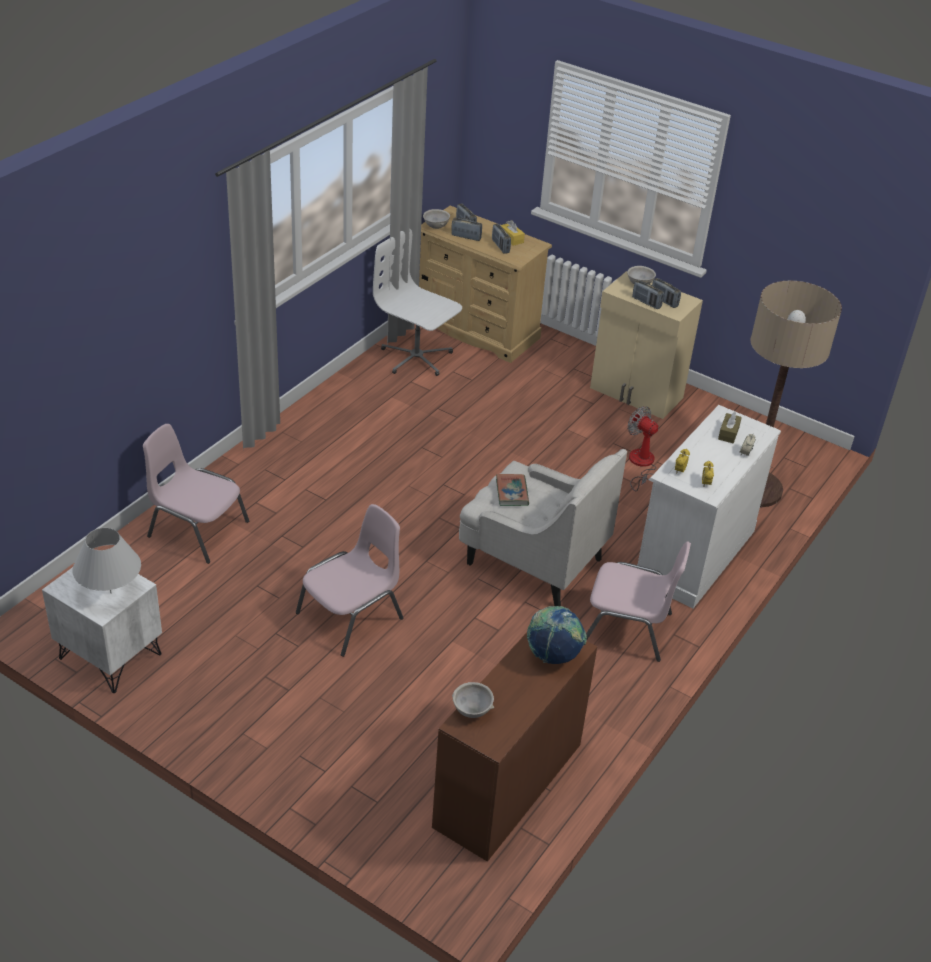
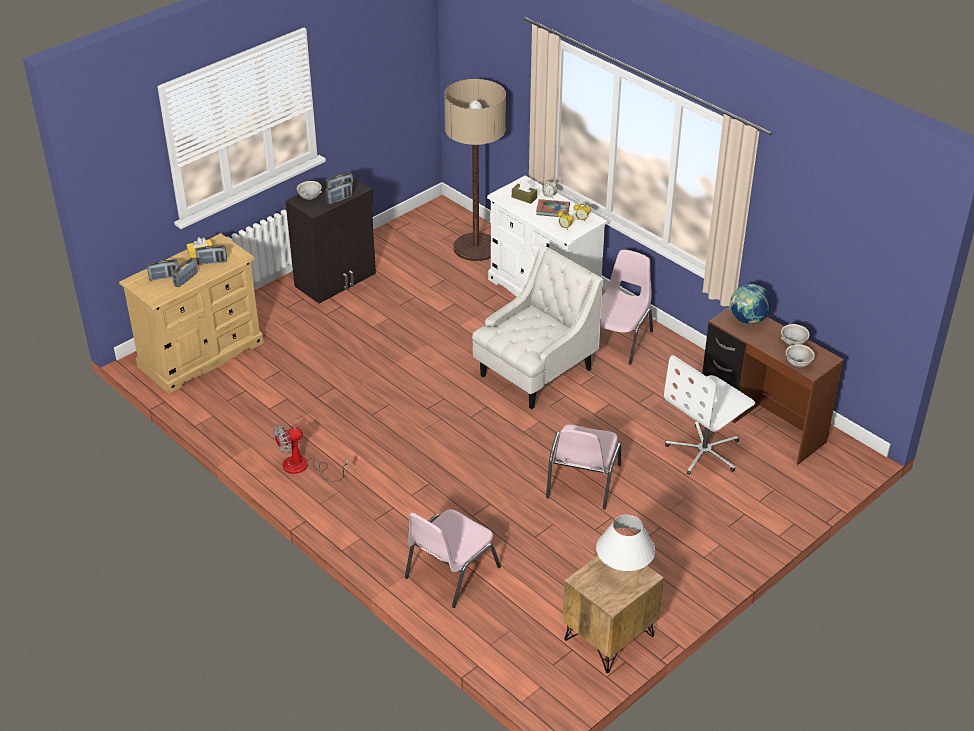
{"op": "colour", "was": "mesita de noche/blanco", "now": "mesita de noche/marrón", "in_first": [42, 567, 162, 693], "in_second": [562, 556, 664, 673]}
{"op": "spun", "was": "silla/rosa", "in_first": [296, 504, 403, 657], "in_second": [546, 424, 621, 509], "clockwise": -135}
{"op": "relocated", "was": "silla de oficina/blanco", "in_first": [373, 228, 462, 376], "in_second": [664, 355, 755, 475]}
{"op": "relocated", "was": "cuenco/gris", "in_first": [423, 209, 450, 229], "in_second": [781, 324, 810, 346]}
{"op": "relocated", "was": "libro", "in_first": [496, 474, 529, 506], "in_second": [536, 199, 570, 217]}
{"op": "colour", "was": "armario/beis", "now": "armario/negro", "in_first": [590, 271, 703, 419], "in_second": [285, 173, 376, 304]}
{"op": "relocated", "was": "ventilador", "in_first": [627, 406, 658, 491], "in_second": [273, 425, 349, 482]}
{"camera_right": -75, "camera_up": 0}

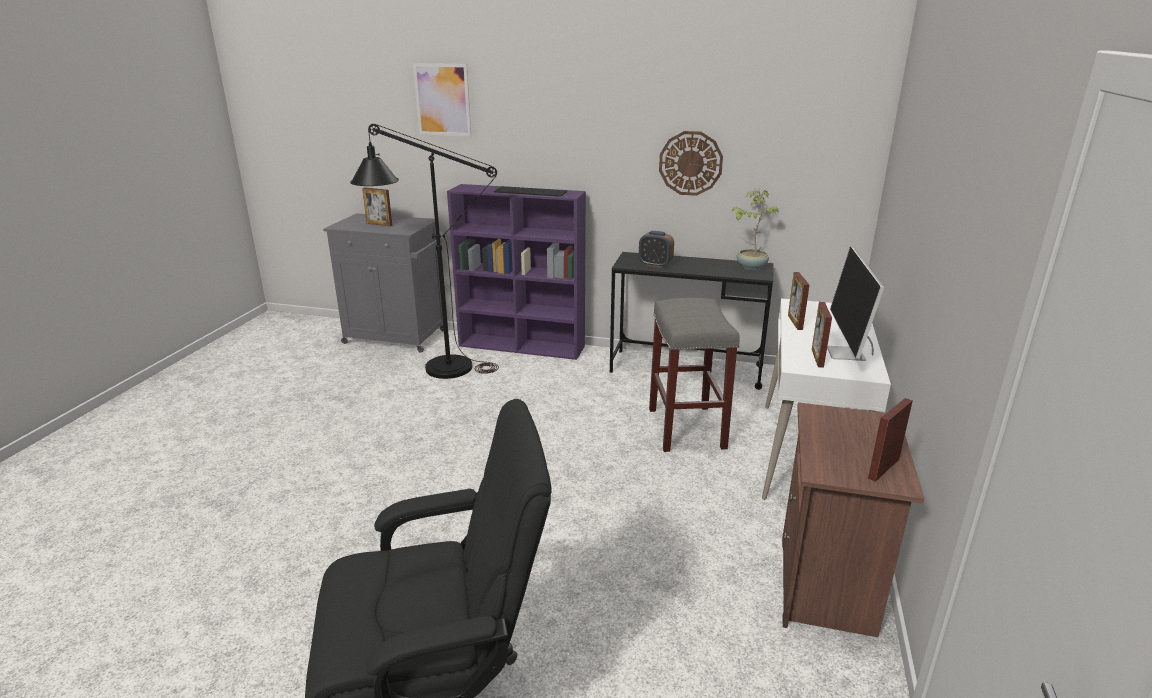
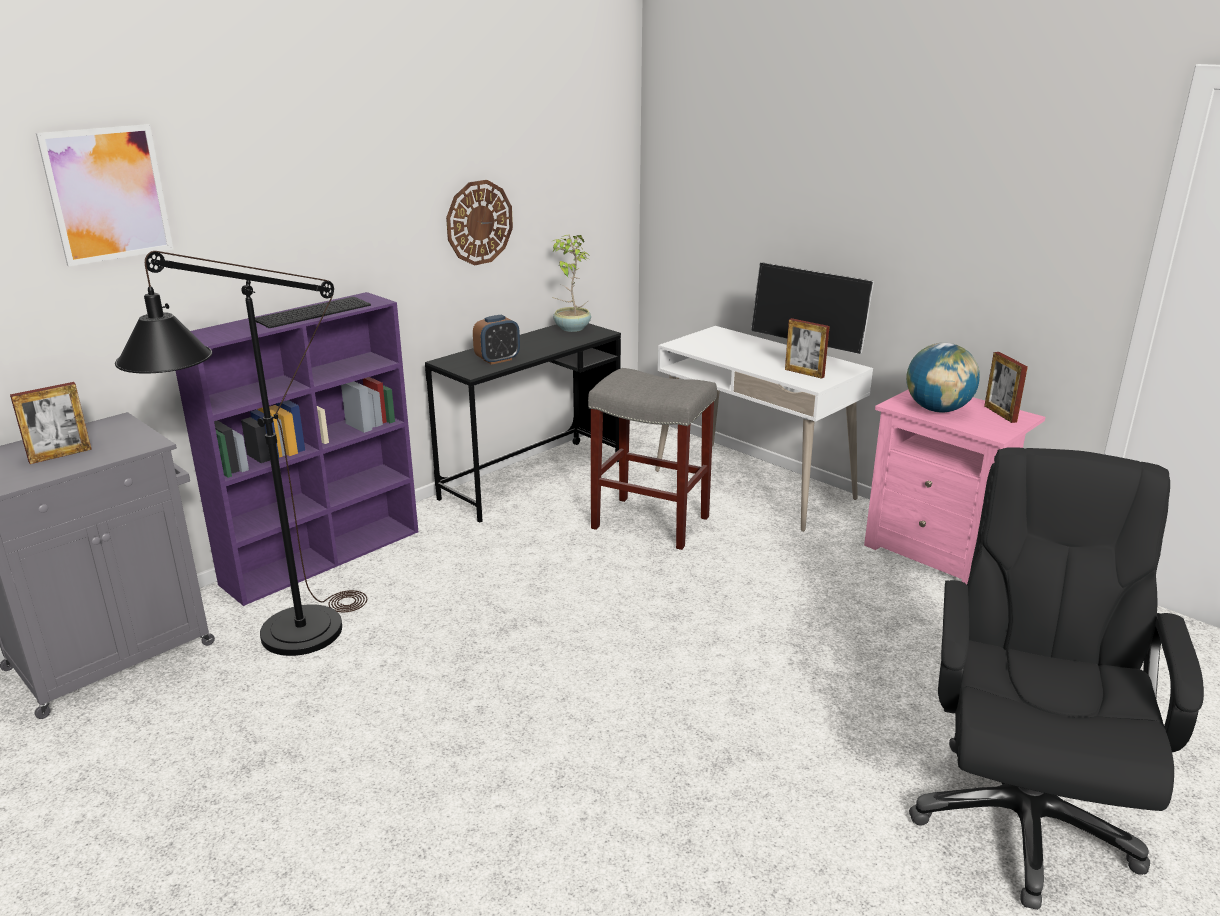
{"op": "colour", "was": "mesita de noche/marrón", "now": "mesita de noche/rosa", "in_first": [782, 402, 924, 637], "in_second": [864, 390, 1045, 584]}
{"op": "missing", "was": "portarretratos", "in_first": [788, 272, 810, 330]}
{"op": "appeared", "now": "globo terráqueo", "in_second": [906, 343, 980, 413]}
{"camera_right": -60, "camera_up": 0}

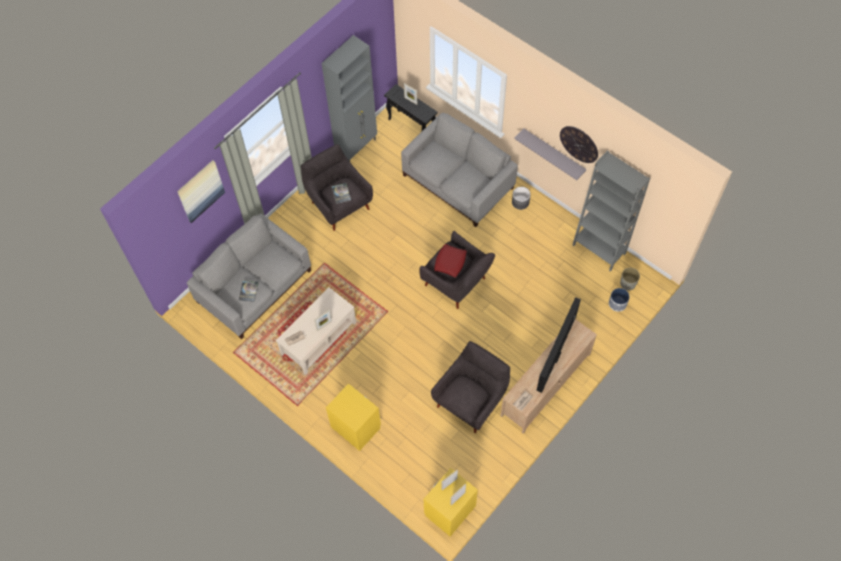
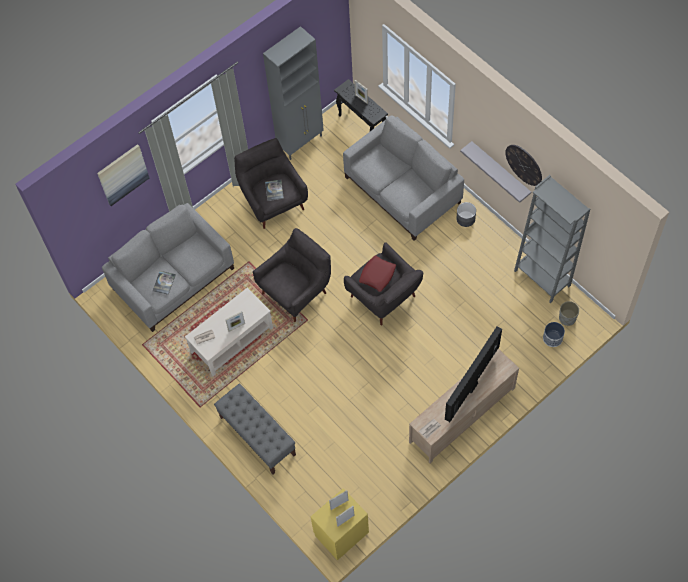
{"op": "exchanged", "was": "mesita de noche/amarillo", "now": "banco/gris", "in_first": [326, 383, 381, 451], "in_second": [214, 383, 296, 474]}
{"op": "relocated", "was": "sillón/gris", "in_first": [431, 341, 510, 433], "in_second": [253, 228, 331, 322]}
{"camera_right": 10, "camera_up": 0}

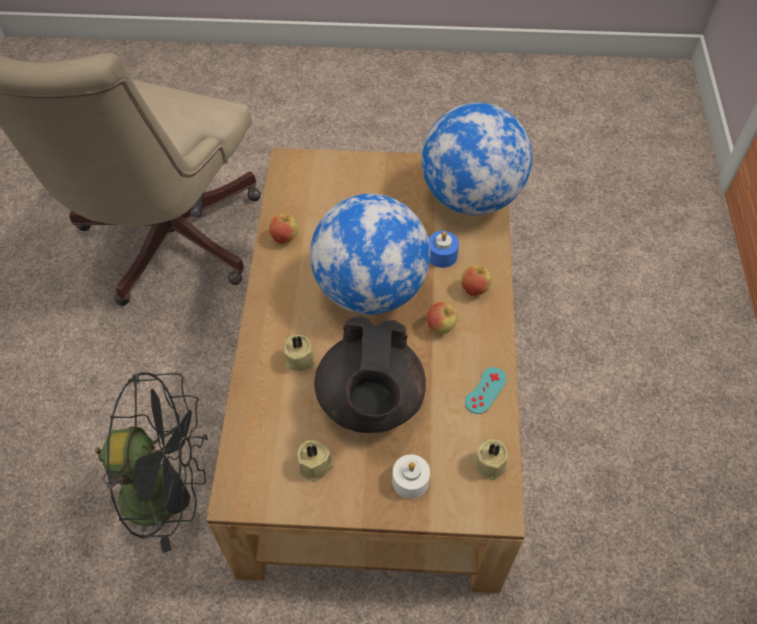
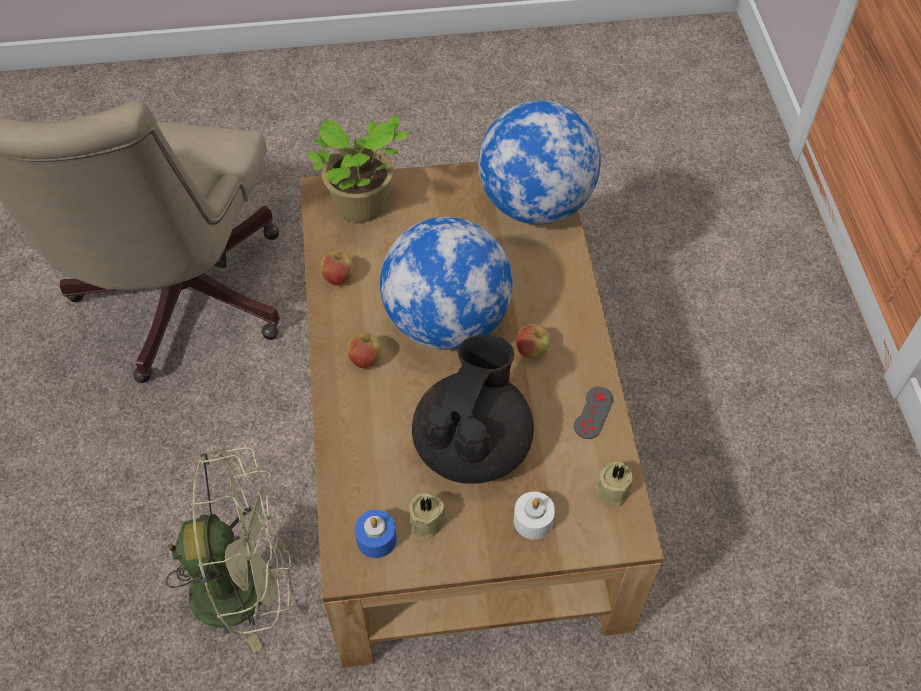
{"op": "colour", "was": "ventilador/negro", "now": "ventilador/verde", "in_first": [95, 372, 208, 553], "in_second": [166, 447, 291, 653]}
{"op": "missing", "was": "vela/beis", "in_first": [284, 335, 314, 371]}
{"op": "spun", "was": "tetera/negro", "in_first": [314, 316, 426, 433], "in_second": [412, 335, 534, 484], "clockwise": -150}
{"op": "relocated", "was": "vela/azul", "in_first": [429, 231, 459, 268], "in_second": [355, 510, 397, 558]}
{"op": "relocated", "was": "manzana", "in_first": [461, 265, 492, 296], "in_second": [347, 331, 382, 369]}
{"op": "colour", "was": "mando de consola/turquesa", "now": "mando de consola/gris", "in_first": [465, 367, 507, 414], "in_second": [574, 387, 614, 439]}
{"op": "appeared", "now": "planta en maceta", "in_second": [307, 115, 410, 222]}
{"camera_right": -10, "camera_up": 0}

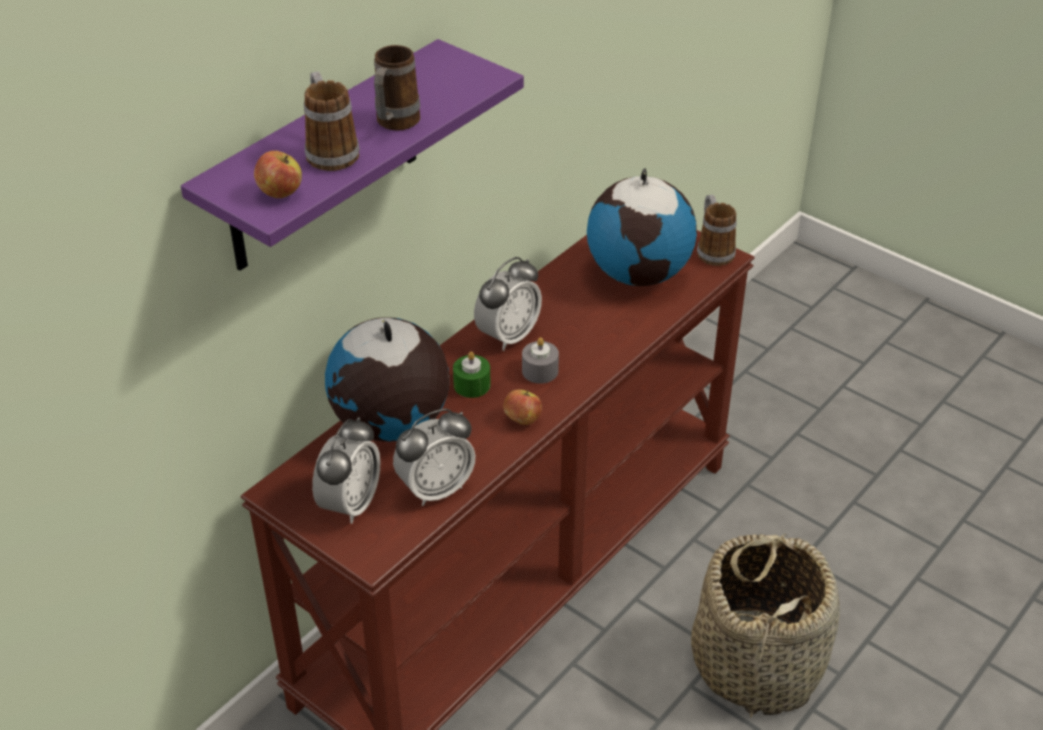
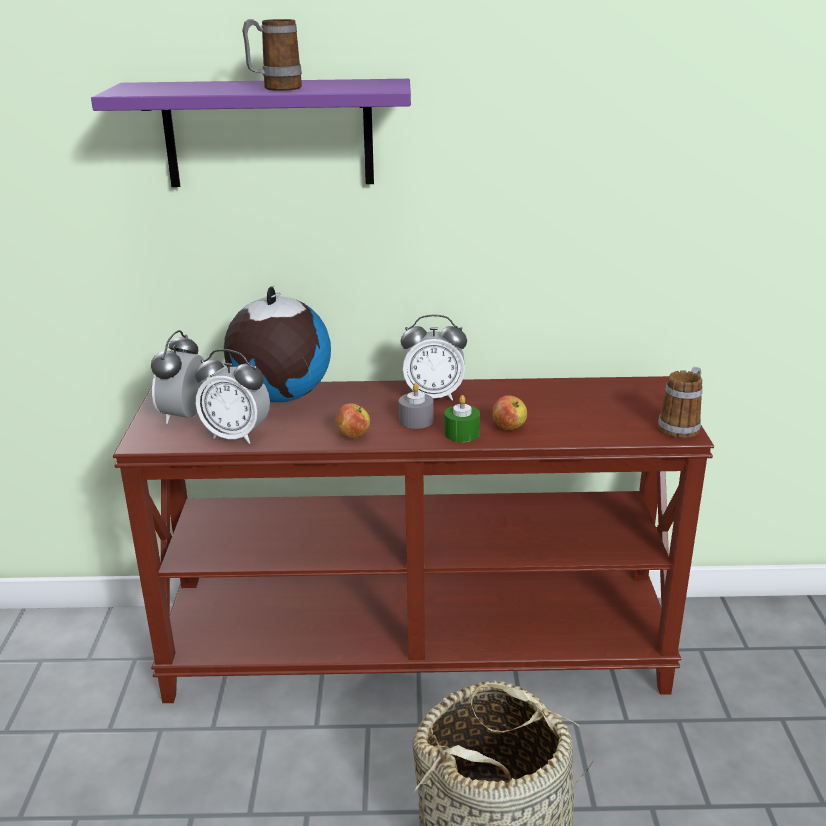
{"op": "relocated", "was": "manzana", "in_first": [254, 151, 302, 198], "in_second": [493, 395, 527, 430]}
{"op": "missing", "was": "taza grande", "in_first": [304, 71, 360, 171]}
{"op": "spun", "was": "despertador", "in_first": [312, 417, 380, 524], "in_second": [151, 330, 207, 424], "clockwise": 120}
{"op": "relocated", "was": "vela/verde", "in_first": [453, 352, 490, 398], "in_second": [444, 395, 480, 442]}
{"op": "missing", "was": "globo terráqueo", "in_first": [587, 168, 697, 286]}
{"camera_right": 50, "camera_up": -15}

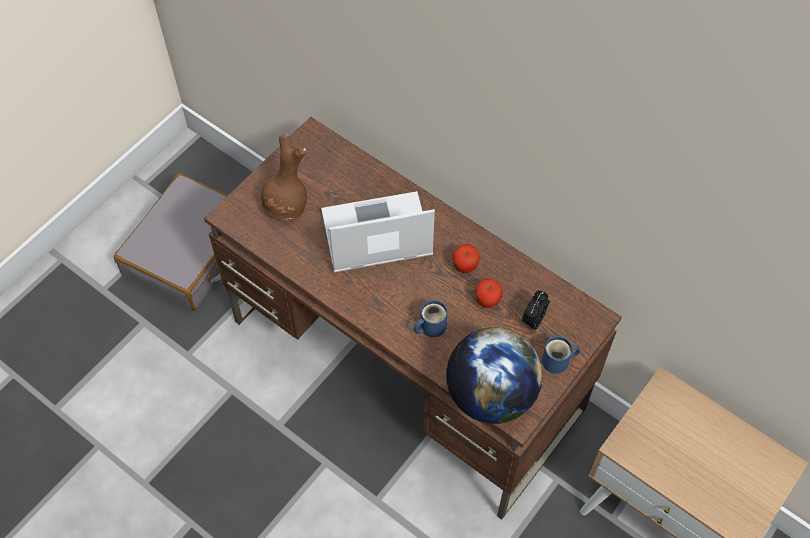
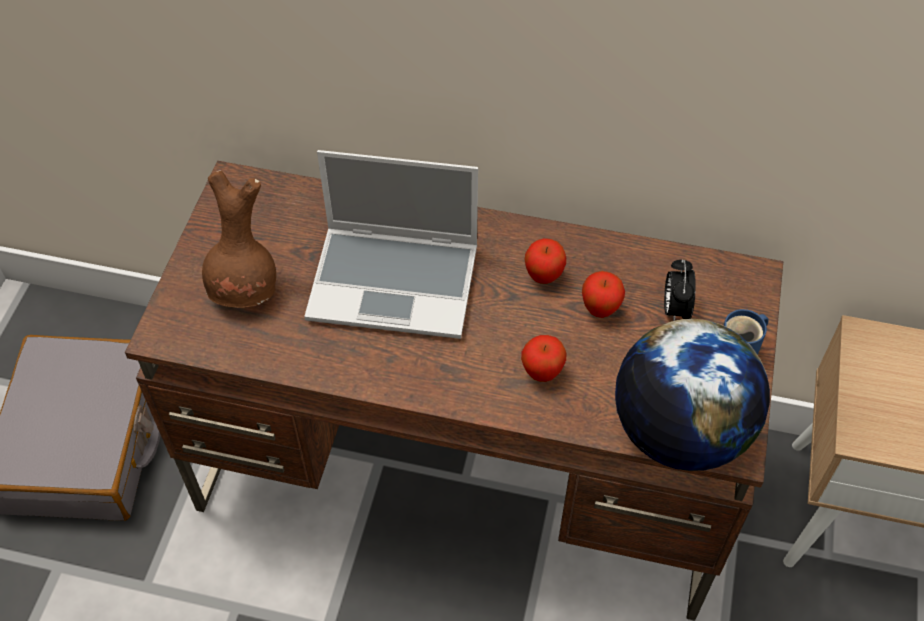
{"op": "spun", "was": "portátil", "in_first": [321, 191, 435, 272], "in_second": [304, 150, 478, 339], "clockwise": -135}
{"op": "exchanged", "was": "taza grande/azul", "now": "manzana", "in_first": [414, 300, 448, 337], "in_second": [521, 335, 567, 382]}
{"camera_right": -25, "camera_up": -5}

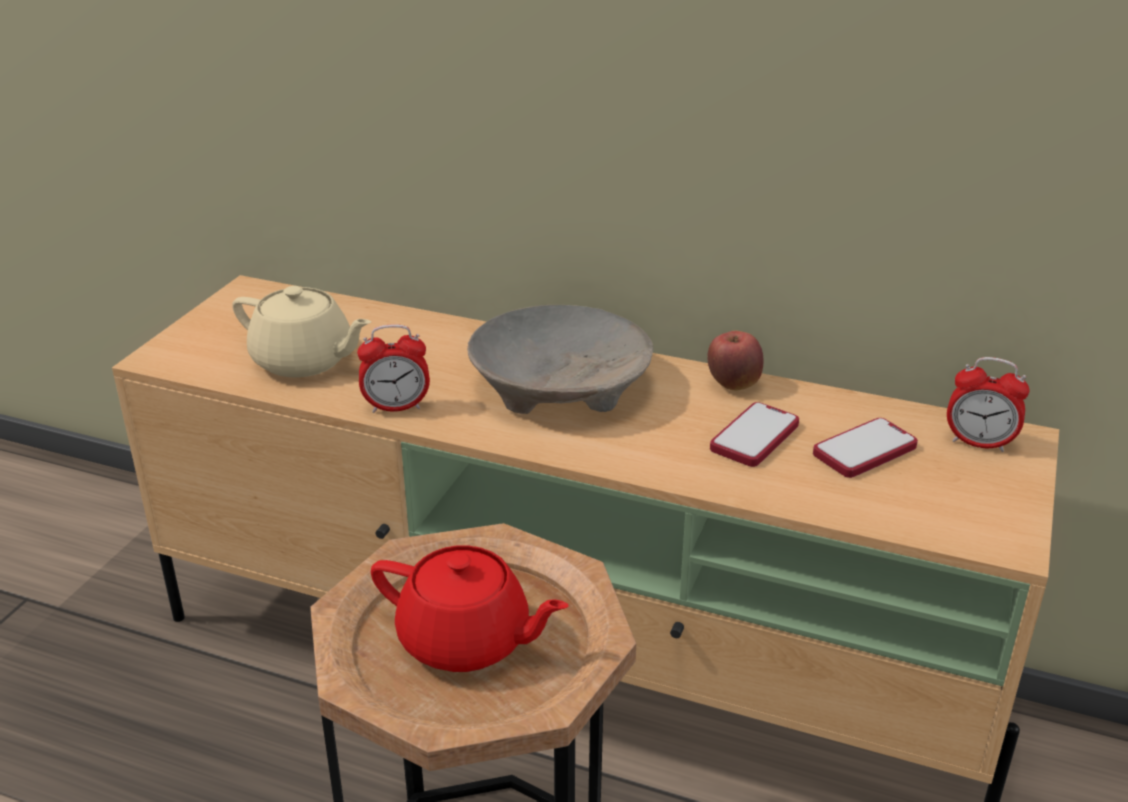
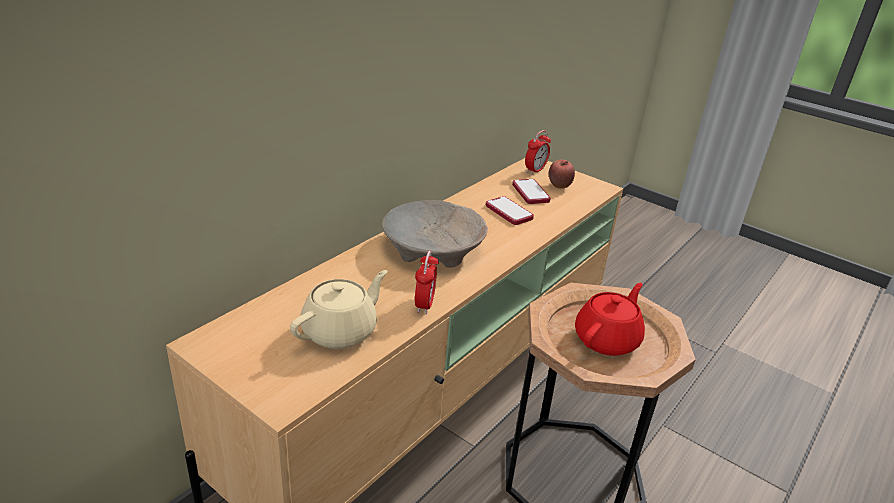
{"op": "relocated", "was": "manzana", "in_first": [707, 331, 763, 390], "in_second": [549, 159, 575, 189]}
{"camera_right": -75, "camera_up": 0}

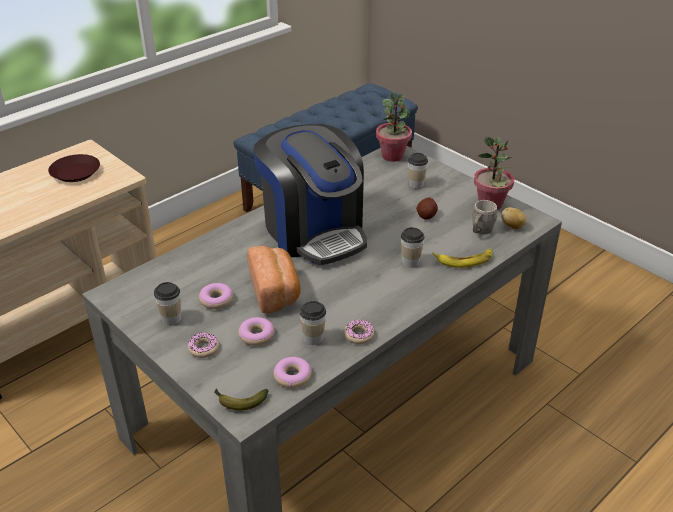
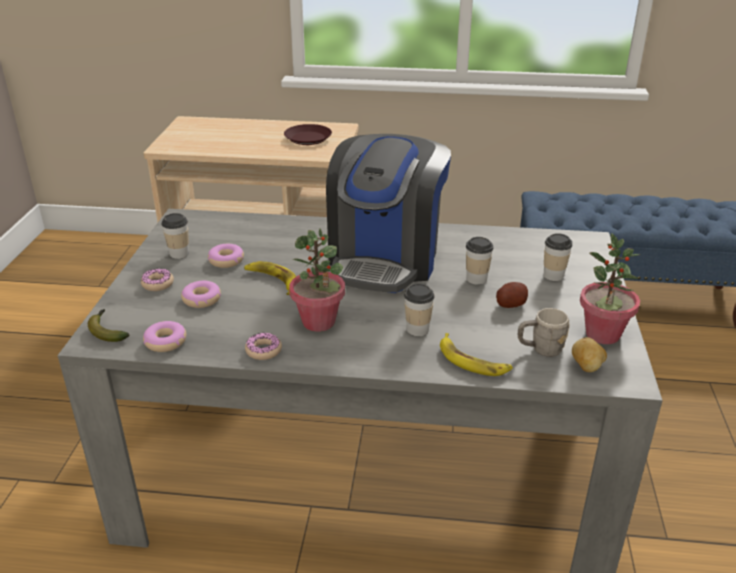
{"op": "exchanged", "was": "pan", "now": "plátano", "in_first": [247, 246, 301, 314], "in_second": [244, 261, 296, 295]}
{"op": "relocated", "was": "taza", "in_first": [300, 301, 326, 345], "in_second": [466, 237, 493, 285]}
{"op": "relocated", "was": "planta en maceta", "in_first": [376, 93, 412, 162], "in_second": [289, 228, 345, 332]}
{"camera_right": 50, "camera_up": -5}

